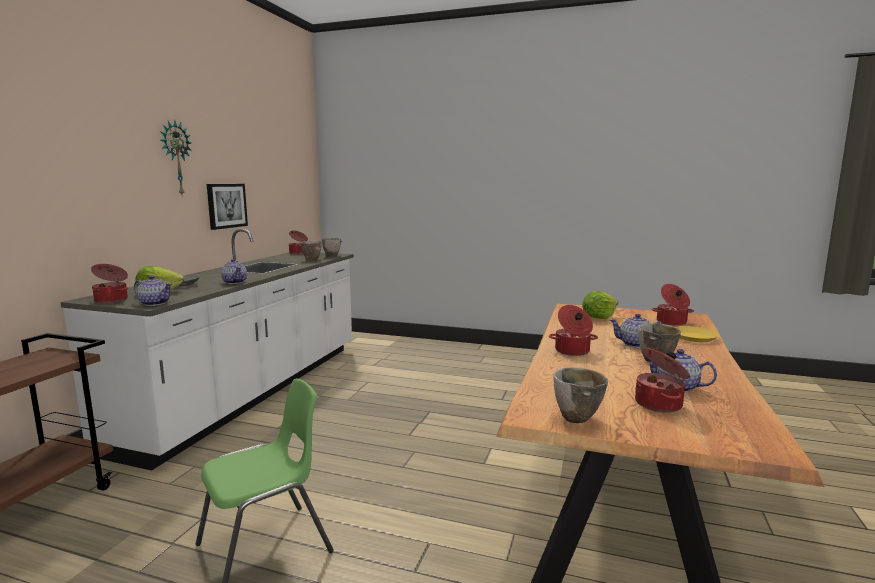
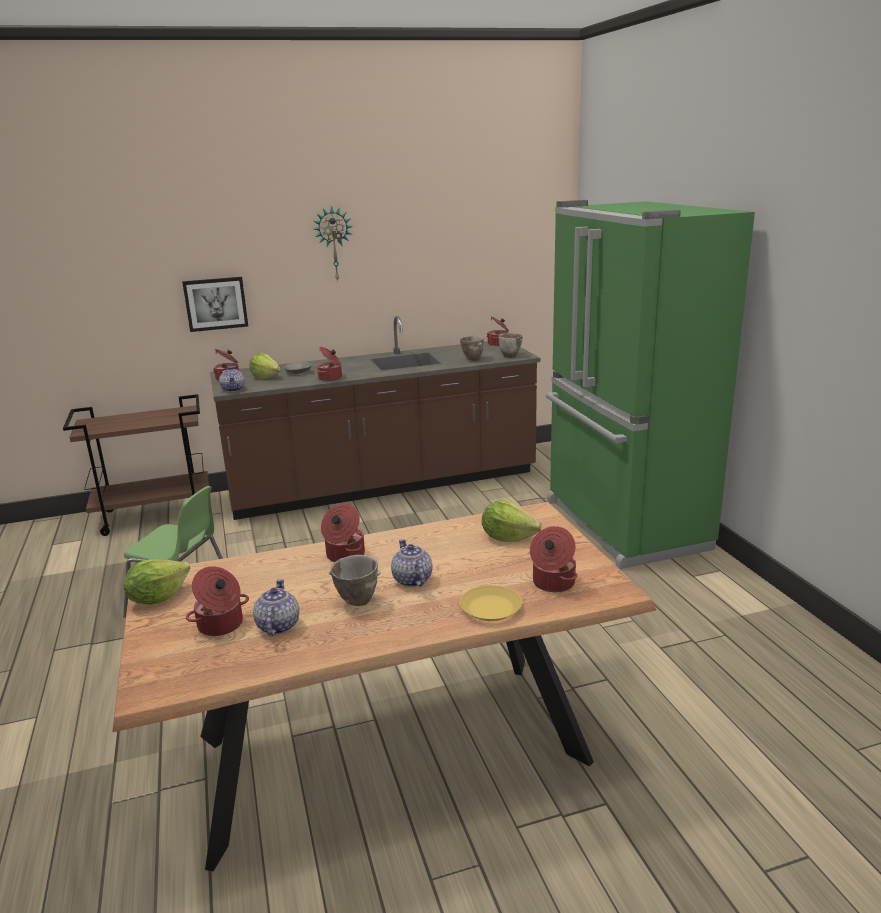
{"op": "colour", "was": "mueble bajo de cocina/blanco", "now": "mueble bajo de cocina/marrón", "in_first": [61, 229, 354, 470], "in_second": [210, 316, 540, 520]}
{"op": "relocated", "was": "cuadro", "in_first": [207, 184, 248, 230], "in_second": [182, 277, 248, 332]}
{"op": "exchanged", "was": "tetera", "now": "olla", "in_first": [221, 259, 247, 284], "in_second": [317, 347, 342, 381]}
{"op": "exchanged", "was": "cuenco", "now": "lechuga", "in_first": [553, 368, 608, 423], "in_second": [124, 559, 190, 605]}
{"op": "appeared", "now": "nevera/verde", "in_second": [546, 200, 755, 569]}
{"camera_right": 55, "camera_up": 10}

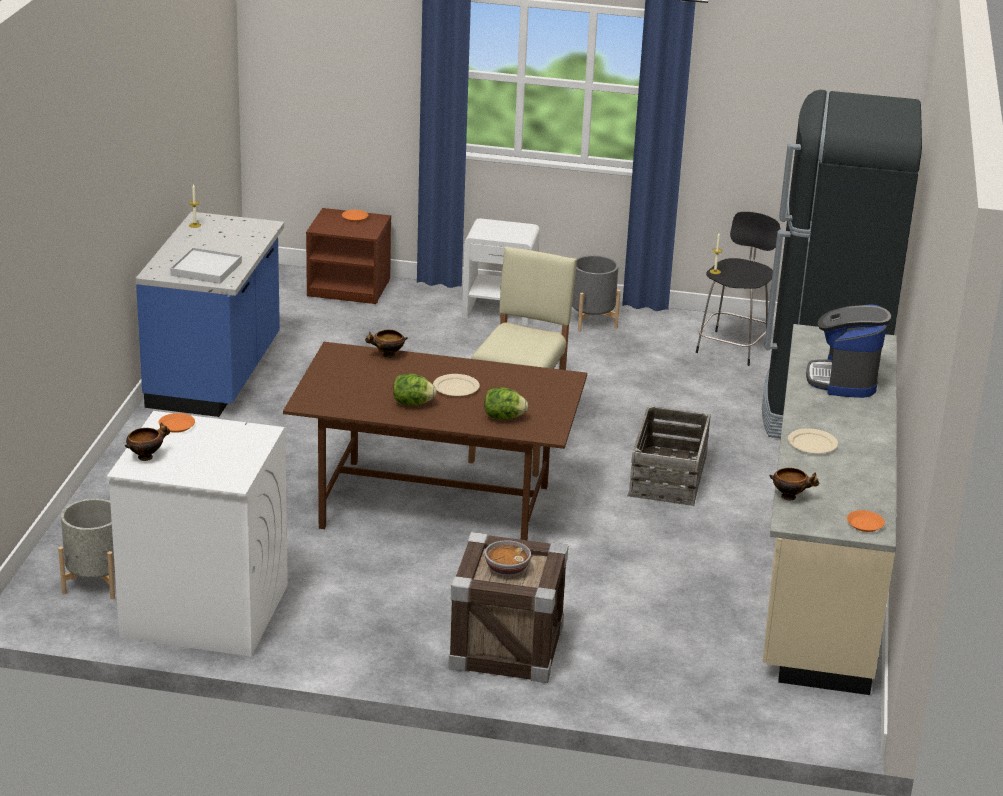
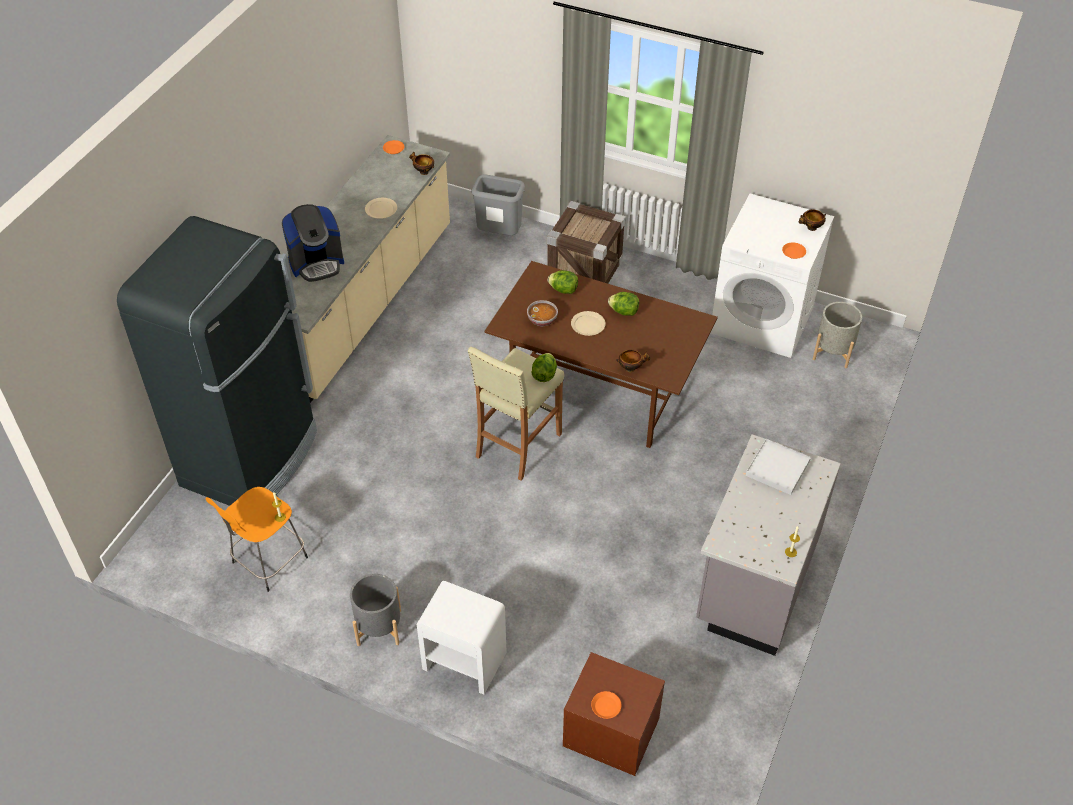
{"op": "colour", "was": "mueble bajo de cocina/azul", "now": "mueble bajo de cocina/gris", "in_first": [135, 212, 284, 417], "in_second": [696, 434, 841, 656]}
{"op": "relocated", "was": "cuenco", "in_first": [485, 540, 531, 576], "in_second": [527, 300, 558, 326]}
{"op": "missing", "was": "caja de embalaje", "in_first": [628, 406, 711, 506]}
{"op": "colour", "was": "taburete/negro", "now": "taburete/naranja", "in_first": [696, 212, 780, 366], "in_second": [206, 487, 308, 592]}
{"op": "spun", "was": "cafetera", "in_first": [806, 304, 891, 398], "in_second": [282, 204, 344, 282], "clockwise": 45}
{"op": "appeared", "now": "papelera/gris", "in_second": [471, 174, 525, 235]}
{"op": "appeared", "now": "lechuga", "in_second": [531, 353, 557, 382]}
{"camera_right": -165, "camera_up": 20}

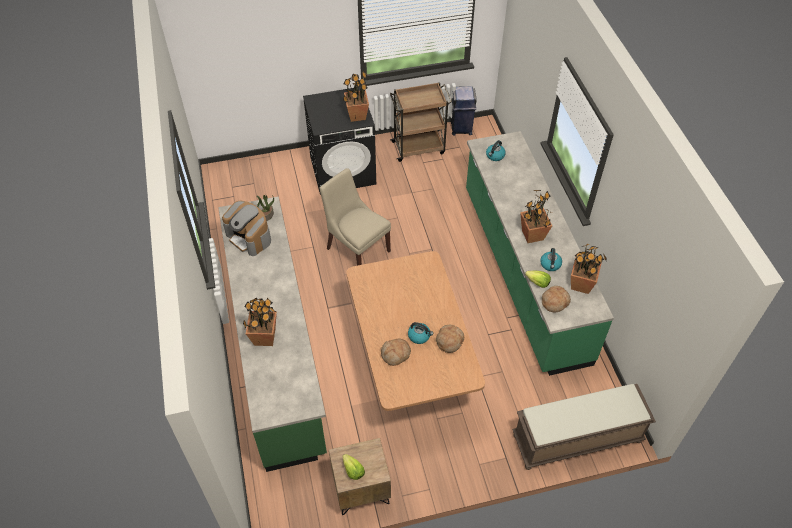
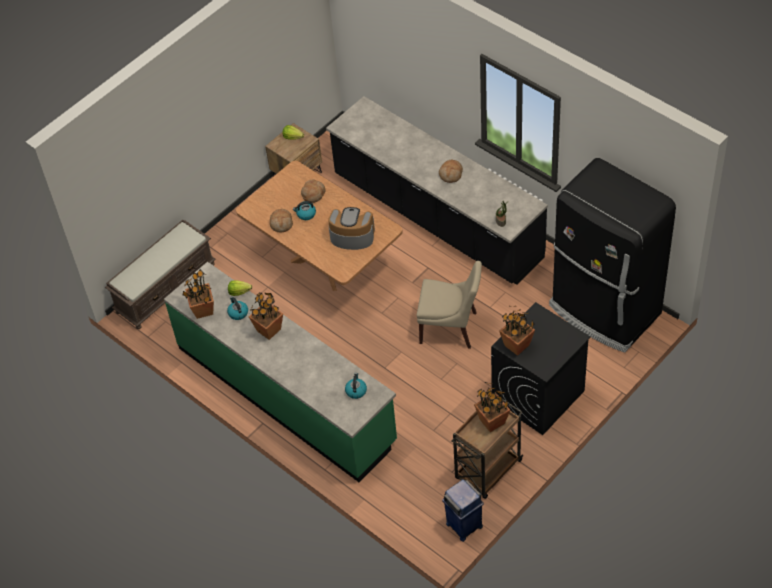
{"op": "colour", "was": "mueble bajo de cocina/verde", "now": "mueble bajo de cocina/negro", "in_first": [218, 197, 327, 472], "in_second": [326, 96, 548, 285]}
{"op": "relocated", "was": "cafetera", "in_first": [222, 201, 271, 256], "in_second": [328, 207, 375, 250]}
{"op": "relocated", "was": "planta en maceta", "in_first": [243, 297, 277, 346], "in_second": [474, 382, 510, 432]}
{"op": "relocated", "was": "pan", "in_first": [542, 286, 571, 313], "in_second": [439, 160, 463, 183]}
{"op": "appeared", "now": "nevera/negro", "in_second": [549, 158, 676, 353]}
{"camera_right": 150, "camera_up": 0}

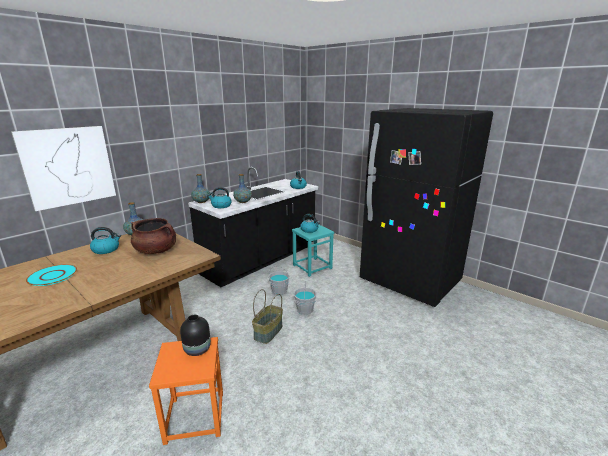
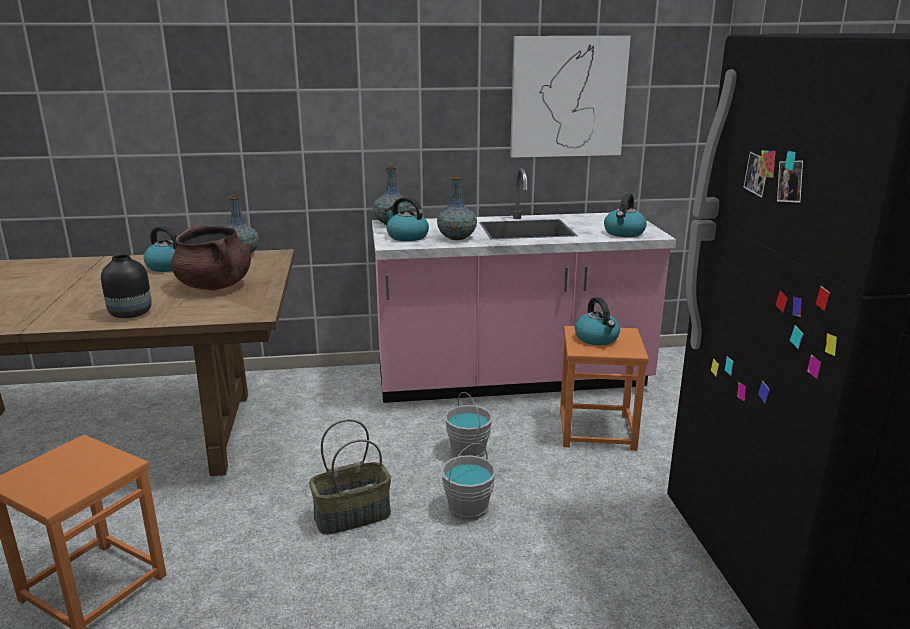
{"op": "relocated", "was": "cuadro", "in_first": [11, 126, 116, 211], "in_second": [510, 36, 631, 158]}
{"op": "missing", "was": "plato/turquesa", "in_first": [26, 264, 77, 286]}
{"op": "relocated", "was": "florero/negro", "in_first": [180, 314, 211, 356], "in_second": [101, 254, 152, 318]}
{"op": "colour", "was": "mueble bajo de cocina/negro", "now": "mueble bajo de cocina/rosa", "in_first": [188, 167, 318, 287], "in_second": [372, 168, 676, 403]}
{"op": "colour", "was": "taburete/turquesa", "now": "taburete/naranja", "in_first": [292, 225, 334, 277], "in_second": [560, 326, 649, 451]}
{"camera_right": 40, "camera_up": 0}

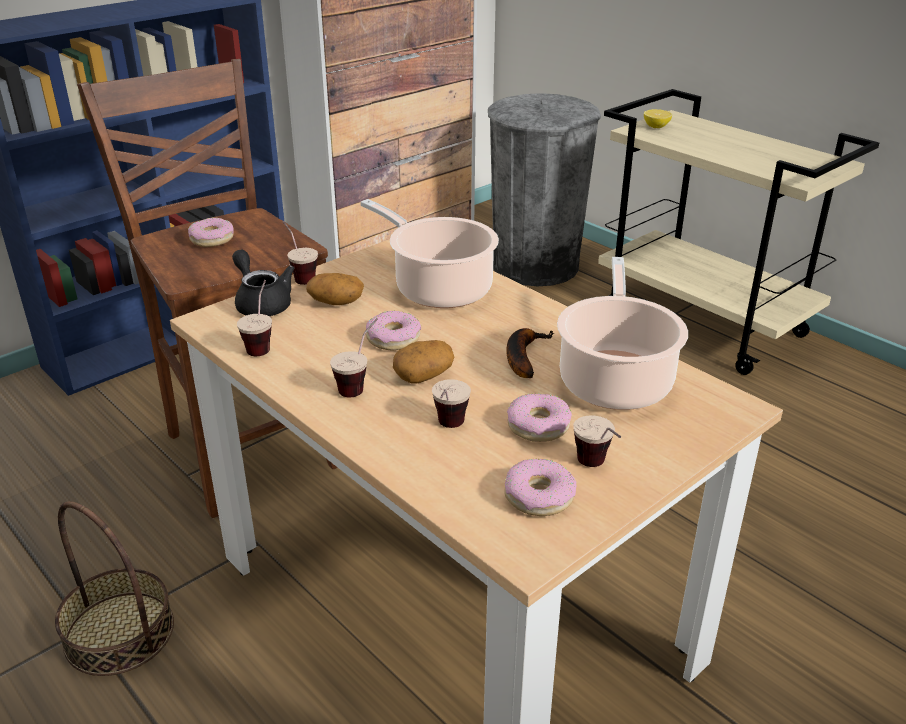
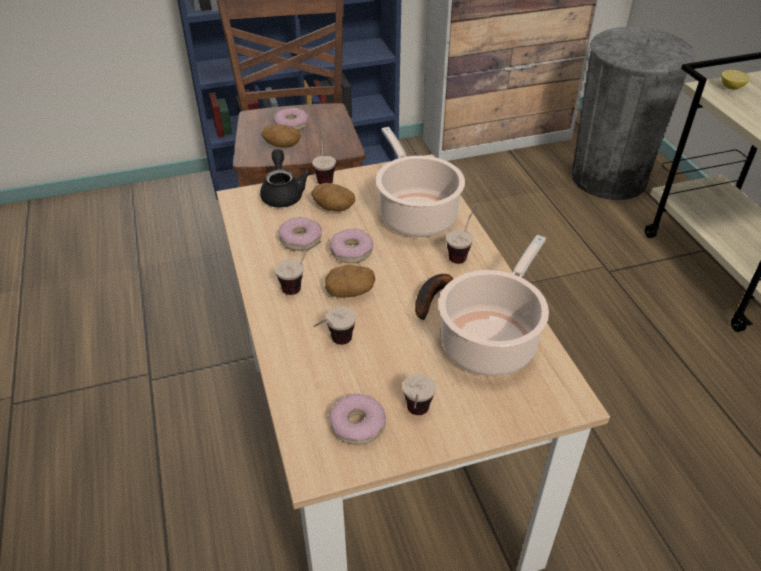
{"op": "missing", "was": "cesta", "in_first": [55, 501, 174, 676]}
{"op": "relocated", "was": "taza", "in_first": [237, 280, 272, 356], "in_second": [446, 205, 478, 264]}
{"op": "relocated", "was": "rosquilla", "in_first": [507, 394, 572, 442], "in_second": [278, 217, 322, 251]}
{"op": "appeared", "now": "patata", "in_second": [261, 124, 301, 147]}
{"camera_right": 25, "camera_up": 10}

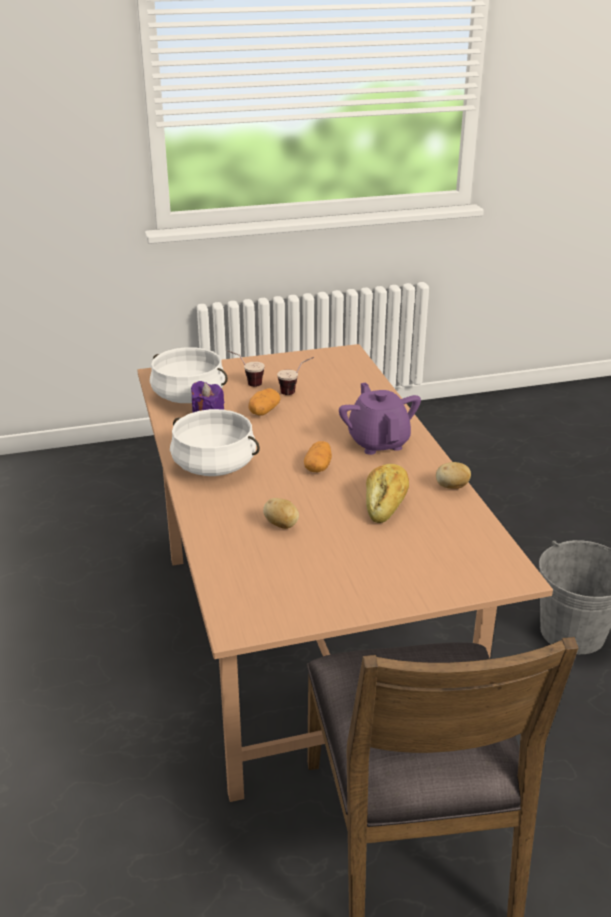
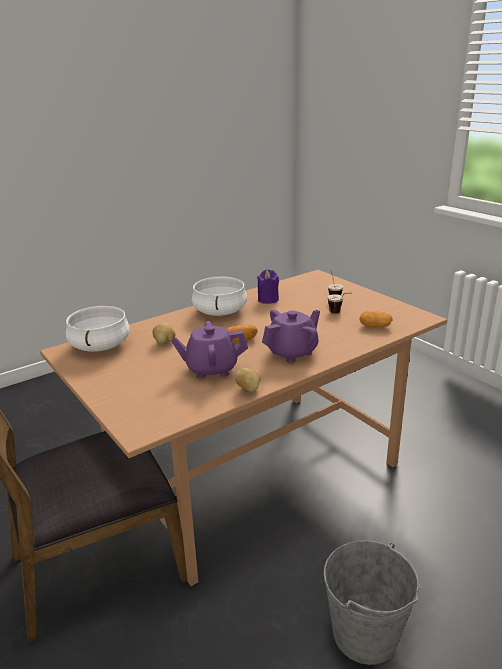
{"op": "relocated", "was": "olla/blanco", "in_first": [150, 347, 228, 403], "in_second": [66, 306, 130, 352]}
{"op": "relocated", "was": "patata", "in_first": [248, 388, 281, 416], "in_second": [360, 311, 393, 327]}
{"op": "exchanged", "was": "pan", "now": "tetera/morado", "in_first": [366, 464, 409, 523], "in_second": [171, 321, 248, 379]}
{"camera_right": 70, "camera_up": -5}

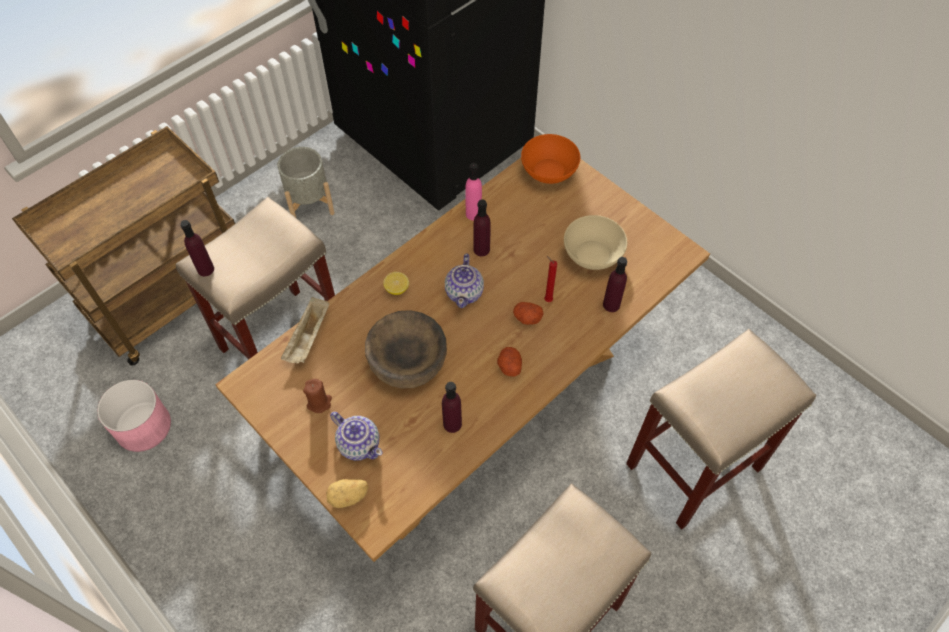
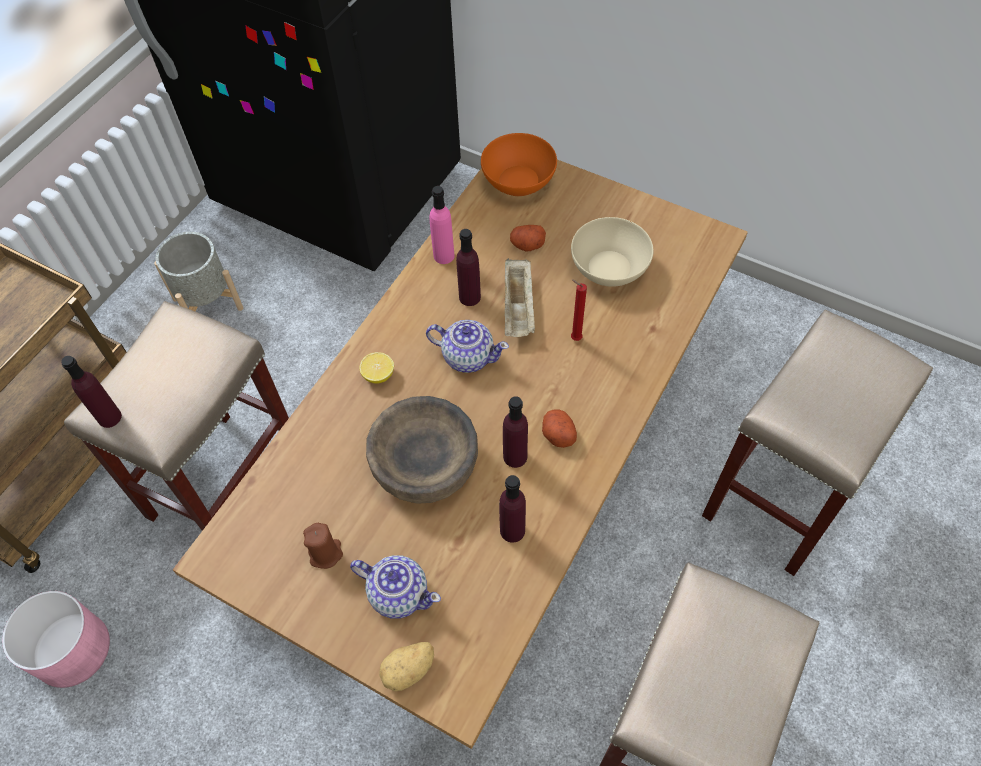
{"op": "relocated", "was": "bandeja/beis", "in_first": [281, 297, 329, 363], "in_second": [505, 258, 535, 337]}
{"op": "spun", "was": "tetera", "in_first": [445, 254, 484, 308], "in_second": [426, 320, 509, 373], "clockwise": -60}
{"op": "relocated", "was": "patata", "in_first": [513, 302, 544, 325], "in_second": [510, 225, 546, 252]}
{"op": "relocated", "was": "botella/morado", "in_first": [603, 257, 627, 312], "in_second": [503, 396, 528, 468]}
{"camera_right": -15, "camera_up": 0}

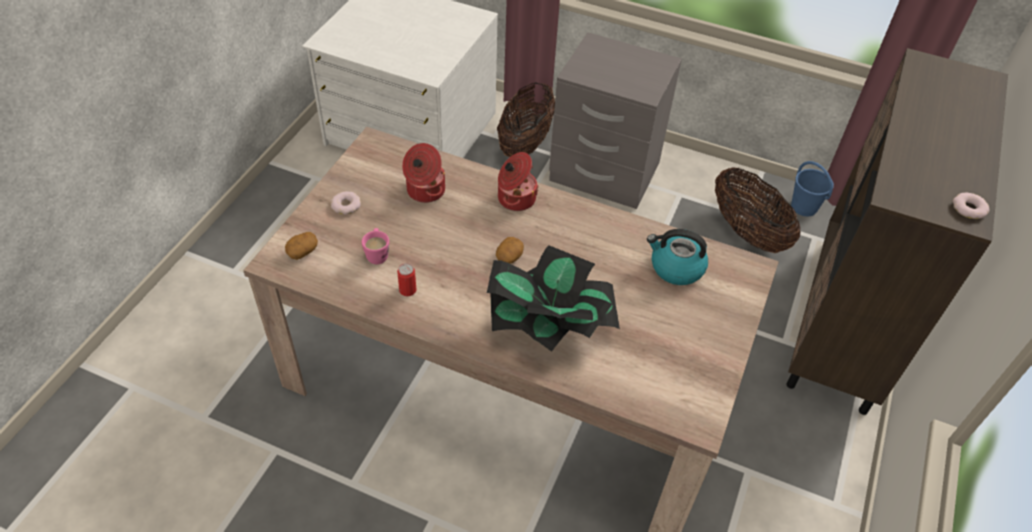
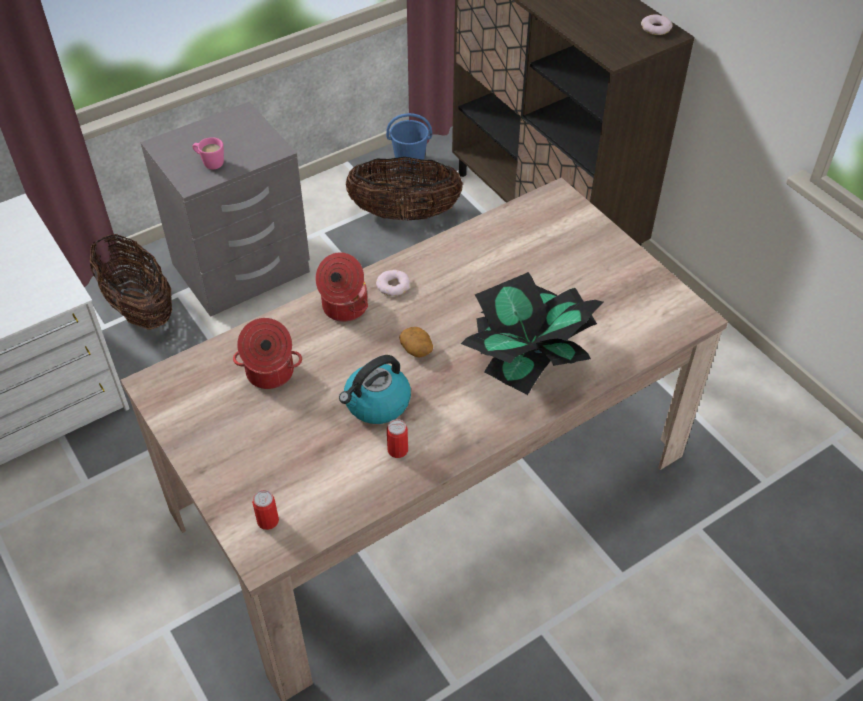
{"op": "exchanged", "was": "patata", "now": "lata", "in_first": [285, 232, 318, 260], "in_second": [252, 490, 279, 530]}
{"op": "relocated", "was": "rosquilla", "in_first": [331, 191, 361, 215], "in_second": [376, 270, 411, 296]}
{"op": "relocated", "was": "taza grande/rosa", "in_first": [362, 228, 389, 264], "in_second": [192, 137, 224, 169]}
{"op": "relocated", "was": "hervidor", "in_first": [647, 229, 708, 285], "in_second": [339, 355, 411, 424]}
{"camera_right": -55, "camera_up": 0}

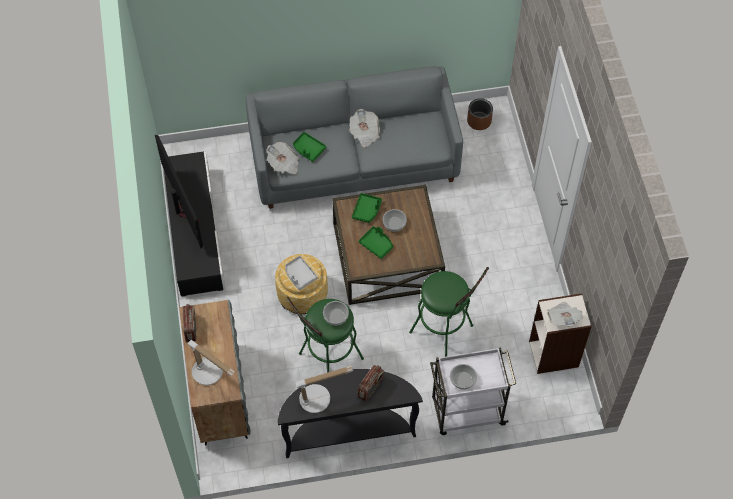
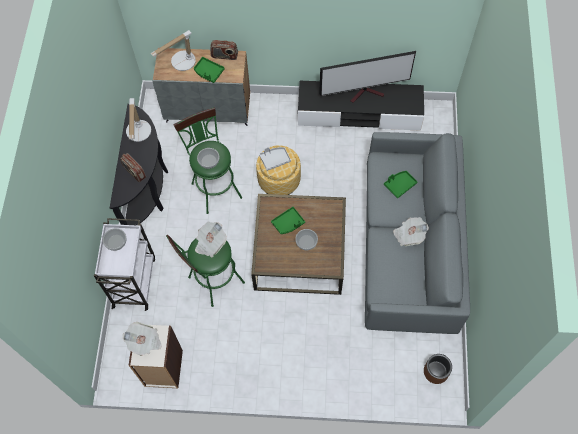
{"op": "relocated", "was": "periódico", "in_first": [267, 142, 299, 175], "in_second": [195, 222, 227, 258]}
{"op": "relocated", "was": "bandeja/verde", "in_first": [352, 193, 382, 223], "in_second": [194, 57, 225, 83]}
{"camera_right": 105, "camera_up": 5}

